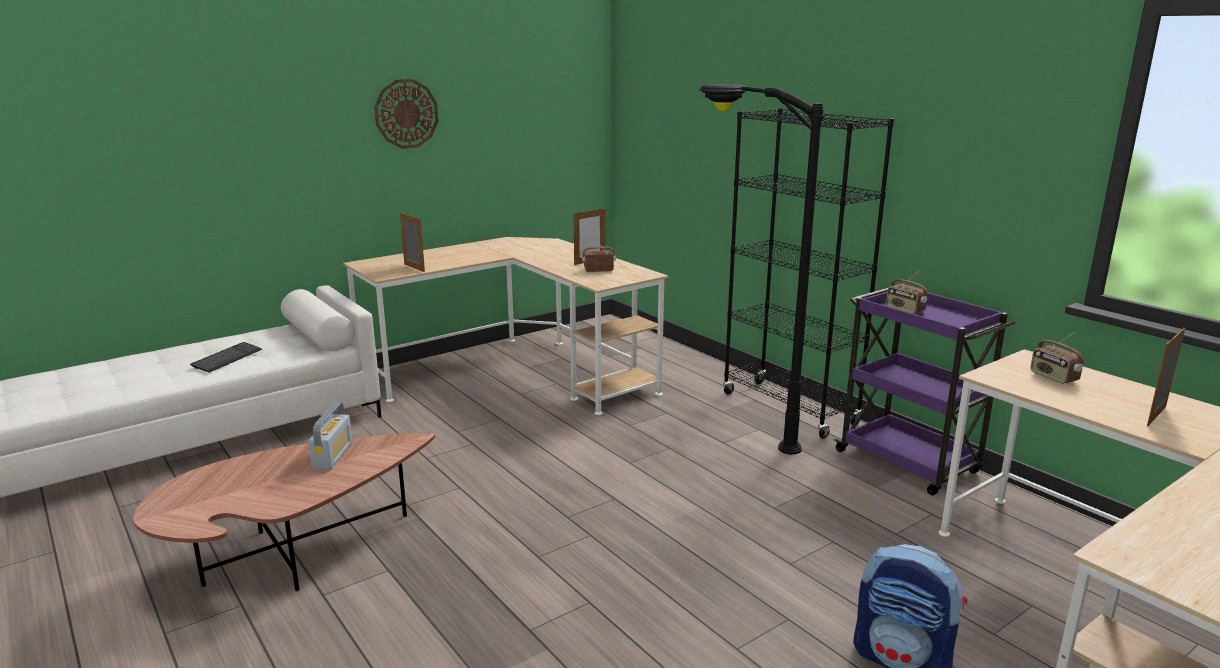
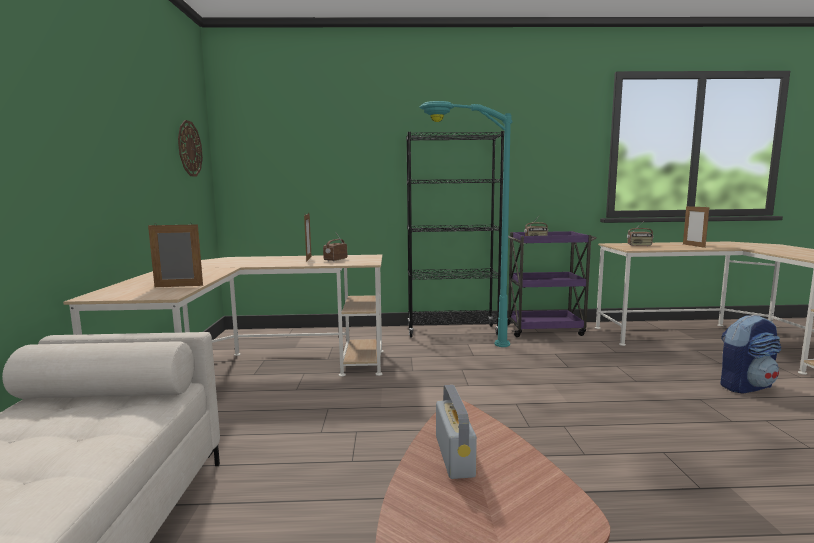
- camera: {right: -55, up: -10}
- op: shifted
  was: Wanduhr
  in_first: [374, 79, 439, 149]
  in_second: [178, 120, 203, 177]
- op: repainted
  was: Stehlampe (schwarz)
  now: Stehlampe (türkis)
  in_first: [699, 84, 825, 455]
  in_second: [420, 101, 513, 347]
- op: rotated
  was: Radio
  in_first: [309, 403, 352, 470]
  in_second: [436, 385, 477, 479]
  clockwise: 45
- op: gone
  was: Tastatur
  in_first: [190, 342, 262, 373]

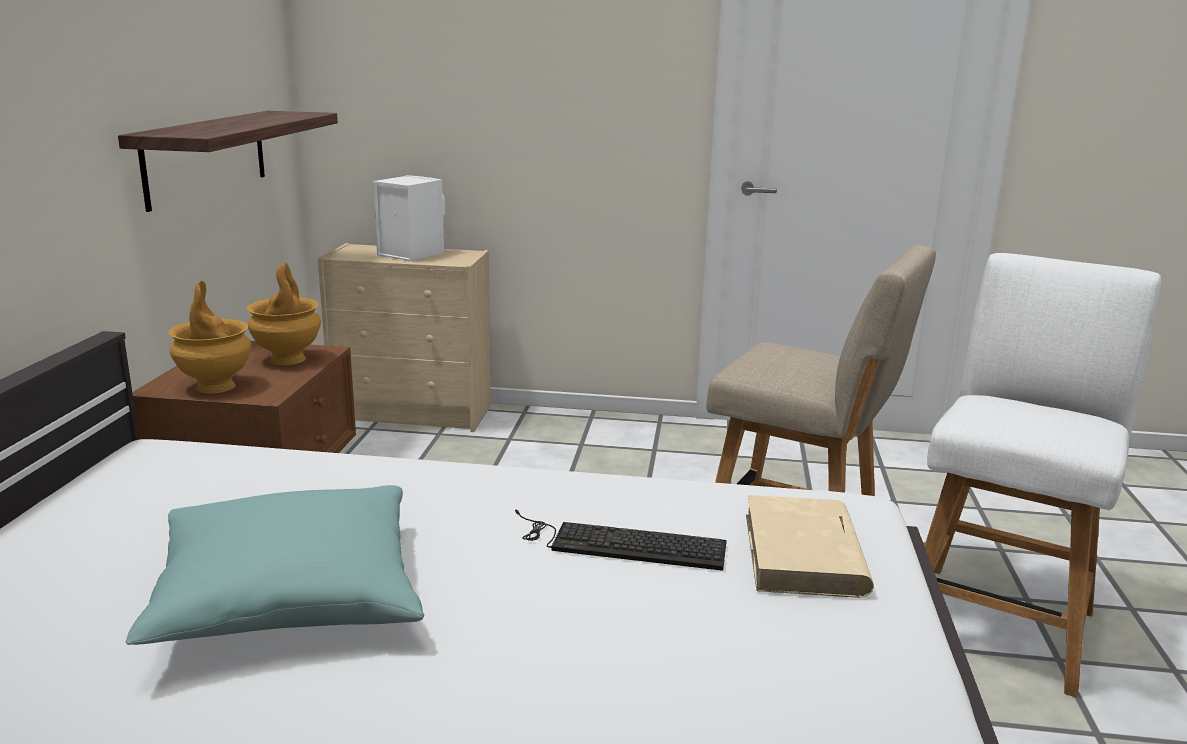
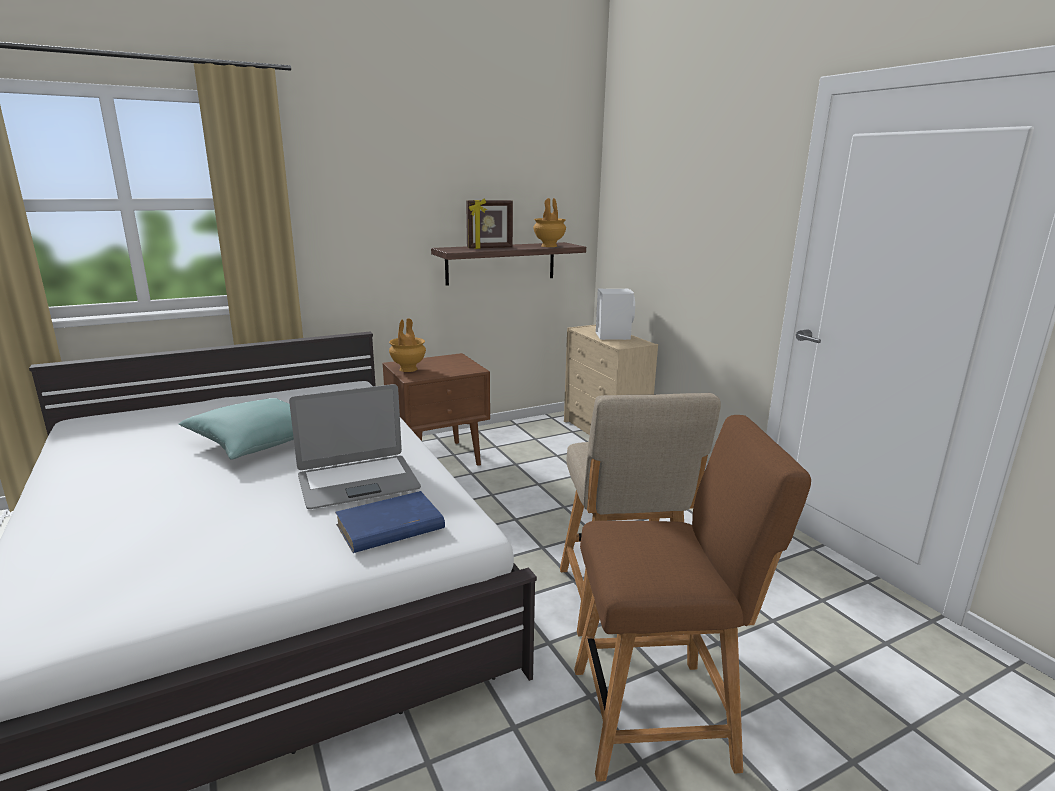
- camera: {right: 55, up: 0}
- op: swapped
  was: Tastatur
  now: Laptop
  in_first: [515, 509, 727, 571]
  in_second: [289, 384, 421, 509]
- op: repainted
  was: Buch (beige)
  now: Buch (blau)
  in_first: [746, 495, 874, 598]
  in_second: [335, 491, 445, 553]
- op: new
  now: Bilderrahmen
  in_second: [466, 199, 513, 249]
- op: shifted
  was: Vase (braun)
  in_first: [247, 262, 321, 365]
  in_second: [533, 198, 566, 247]
- op: repainted
  was: Stuhl (weiß)
  now: Stuhl (braun)
  in_first: [925, 253, 1161, 697]
  in_second: [574, 415, 811, 782]

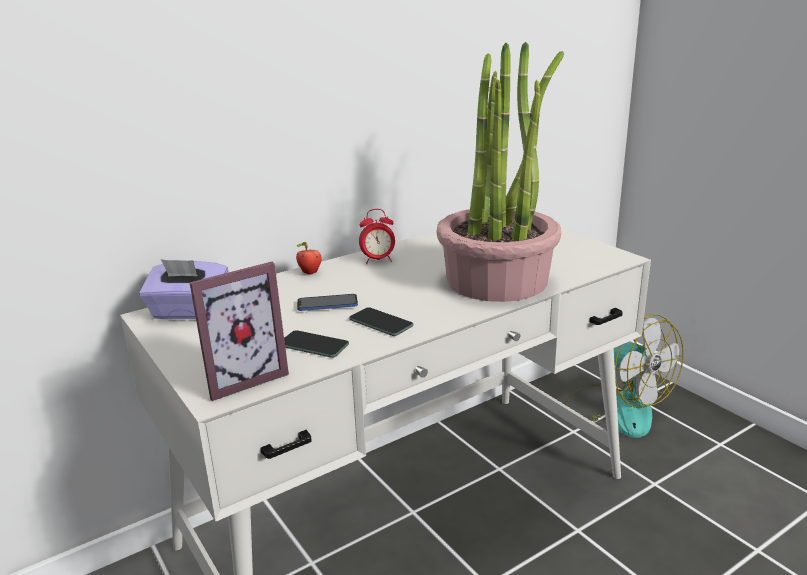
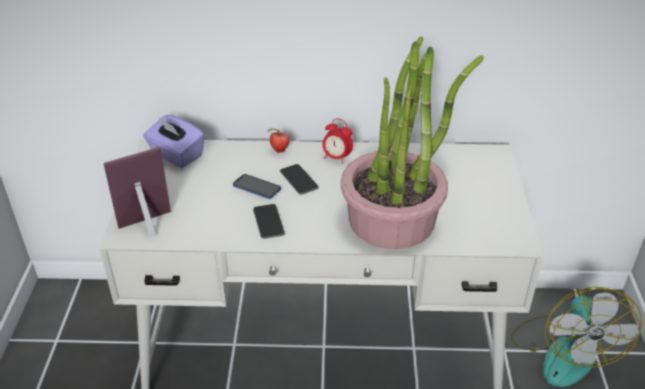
- camera: {right: 35, up: 15}
- op: rotated
  was: Bilderrahmen
  in_first: [190, 262, 289, 401]
  in_second: [103, 147, 171, 237]
  clockwise: 150
- op: shifted
  was: Handy
  in_first: [284, 330, 349, 358]
  in_second: [280, 164, 319, 195]

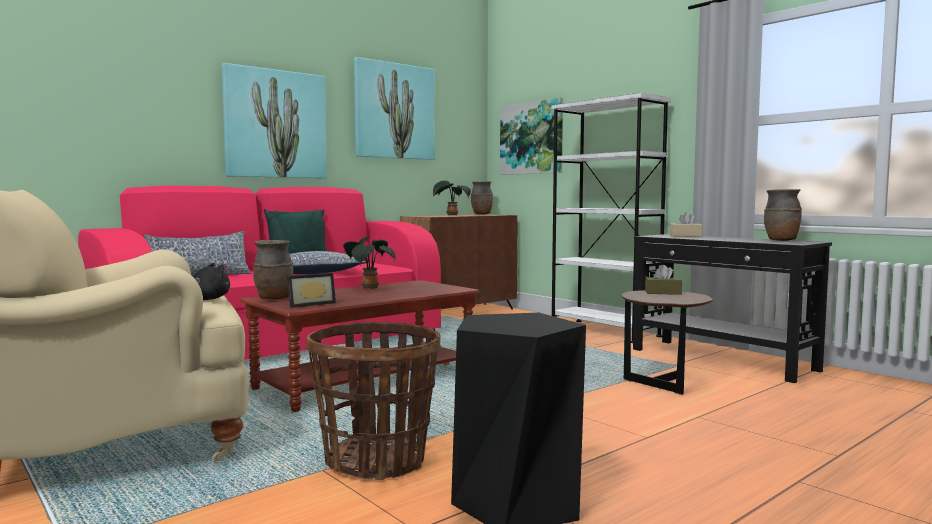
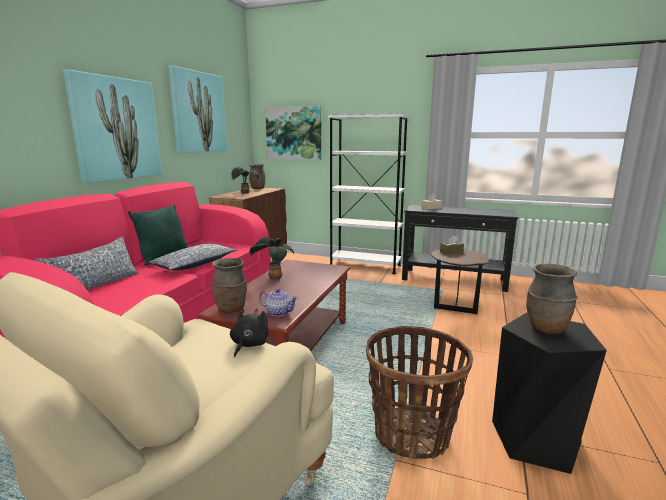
- camera: {right: -30, up: 10}
- op: swapped
  was: Bilderrahmen
  now: Teekanne
  in_first: [287, 273, 336, 308]
  in_second: [259, 289, 298, 316]
- op: shifted
  was: Vase (braun)
  in_first: [764, 189, 802, 241]
  in_second: [526, 263, 578, 334]

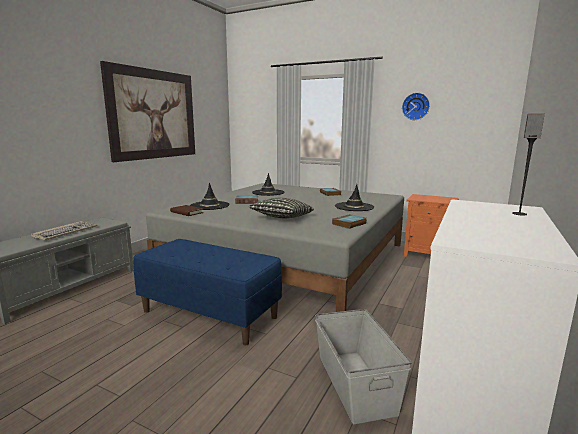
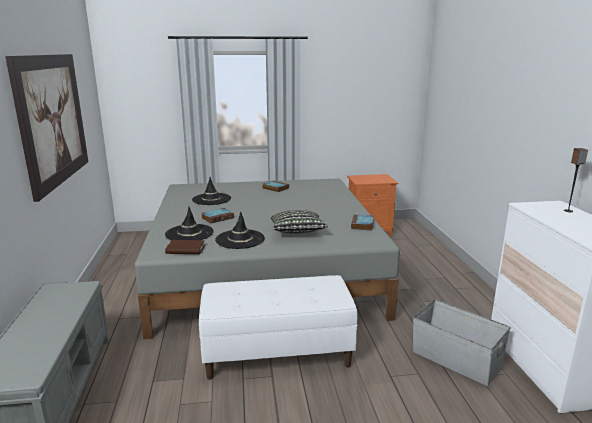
- camera: {right: -35, up: 5}
- op: repainted
  was: Bank (blau)
  now: Bank (weiß)
  in_first: [133, 239, 282, 345]
  in_second: [199, 275, 358, 380]
- op: shifted
  was: Hut (schwarz)
  in_first: [335, 184, 374, 211]
  in_second: [215, 211, 265, 249]
- op: gone
  was: Tastatur
  in_first: [31, 221, 98, 240]
- op: gone
  was: Wanduhr
  in_first: [402, 93, 430, 120]

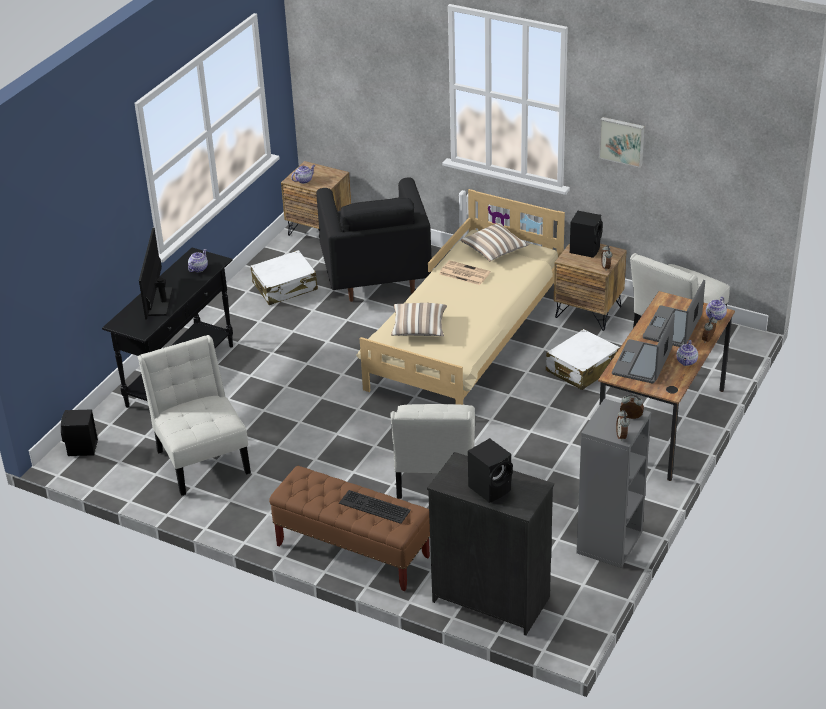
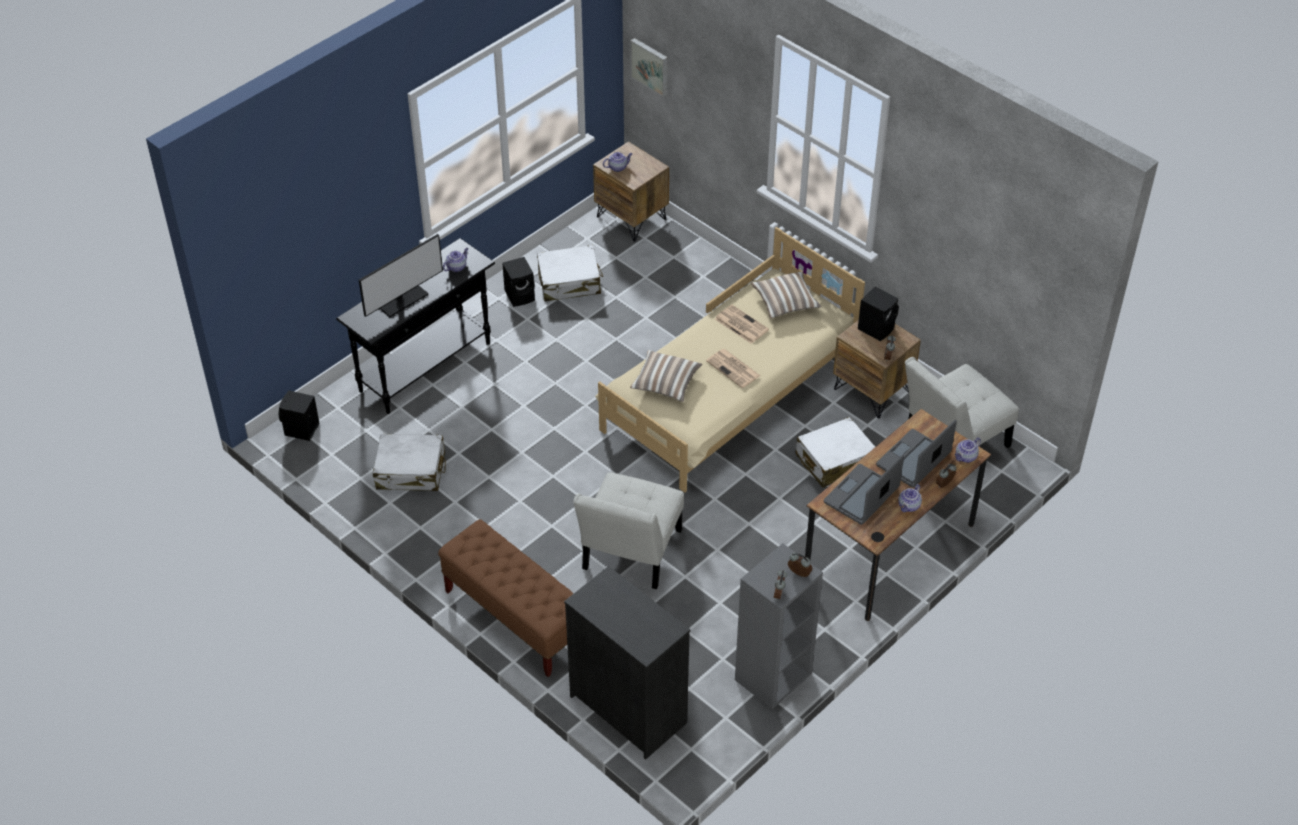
- camera: {right: 15, up: 10}
- op: rotated
  was: Monitor
  in_first: [139, 227, 173, 319]
  in_second: [359, 234, 443, 317]
  clockwise: -150
- op: swapped
  was: Stuhl (weiß)
  now: Koffer (weiß)
  in_first: [138, 335, 251, 496]
  in_second: [373, 434, 446, 491]
- op: shifted
  was: Lautsprecher (schwarz)
  in_first: [468, 438, 513, 503]
  in_second: [502, 257, 535, 307]
- op: shifted
  was: Bild
  in_first: [599, 117, 645, 168]
  in_second: [631, 38, 668, 97]
- op: new
  now: Zeitung
  in_second: [706, 349, 761, 388]
- op: gone
  was: Sessel (schwarz)
  in_first: [316, 177, 431, 302]
- op: gone
  was: Tastatur
  in_first: [339, 490, 411, 524]

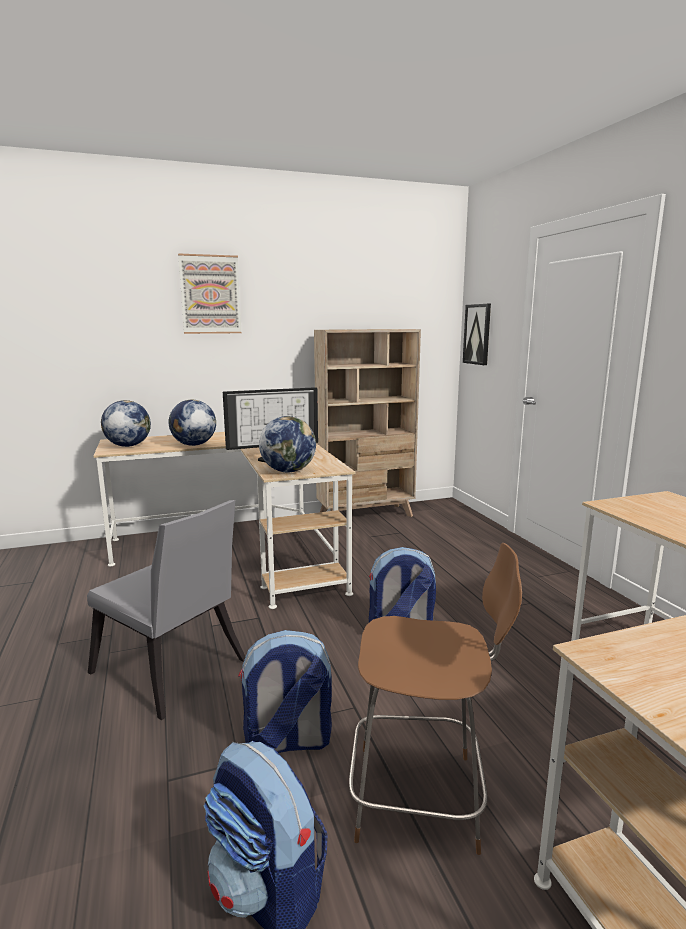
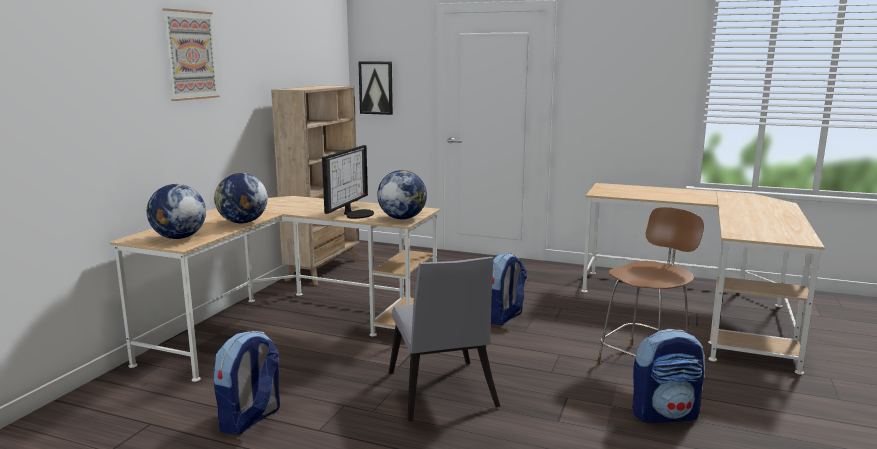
- camera: {right: -50, up: 0}
- op: shifted
  was: Rucksack
  in_first: [238, 630, 332, 753]
  in_second: [213, 331, 280, 434]
- op: rotated
  was: Stuhl (grau)
  in_first: [87, 500, 245, 720]
  in_second: [389, 257, 500, 421]
  clockwise: 90

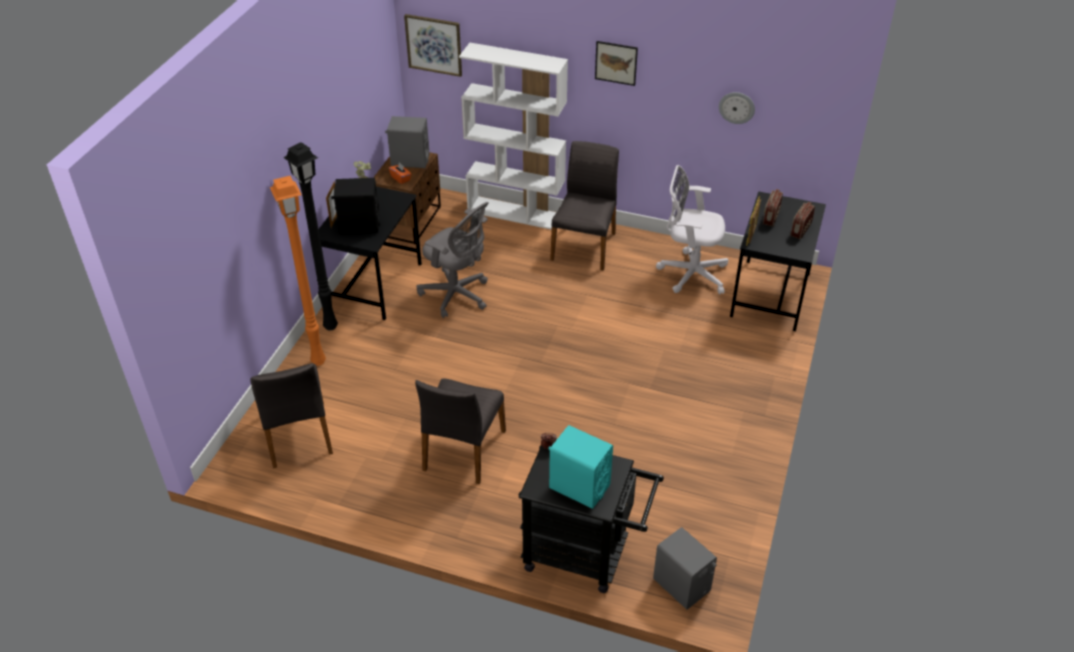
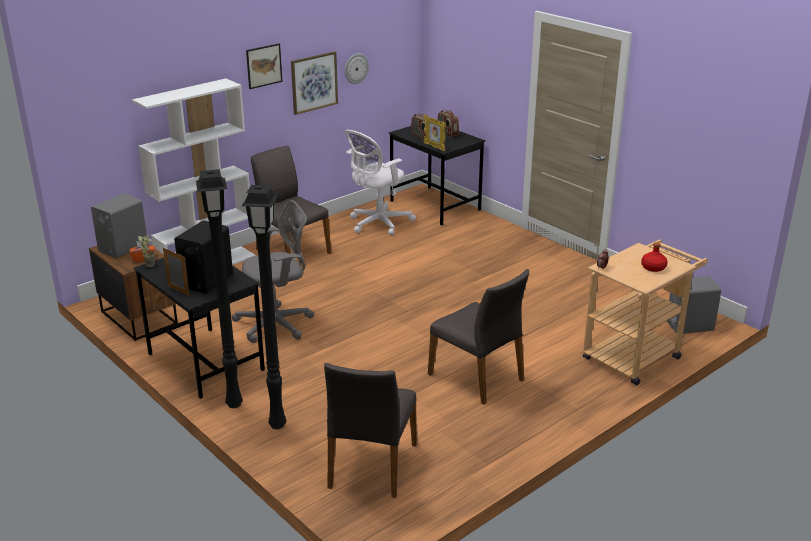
- camera: {right: -60, up: -15}
- op: repainted
  was: Stehlampe (orange)
  now: Stehlampe (schwarz)
  in_first: [270, 176, 326, 366]
  in_second: [242, 185, 286, 429]
- op: shifted
  was: Bild
  in_first: [404, 14, 462, 77]
  in_second: [291, 51, 338, 115]
- op: rotated
  was: Stuhl (grau)
  in_first: [250, 363, 333, 468]
  in_second: [324, 363, 417, 498]
  clockwise: 90
- op: repainted
  was: Rollwagen (schwarz)
  now: Rollwagen (beige)
  in_first: [519, 445, 664, 593]
  in_second: [583, 240, 708, 385]
- op: swapped
  was: Lautsprecher (türkis)
  now: Flasche (rot)
  in_first: [549, 425, 613, 509]
  in_second: [641, 242, 668, 272]

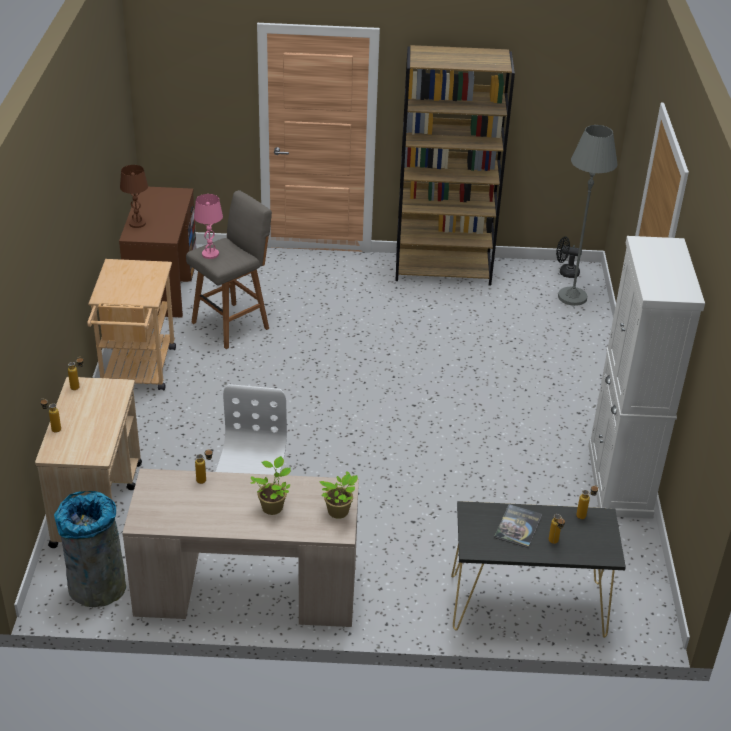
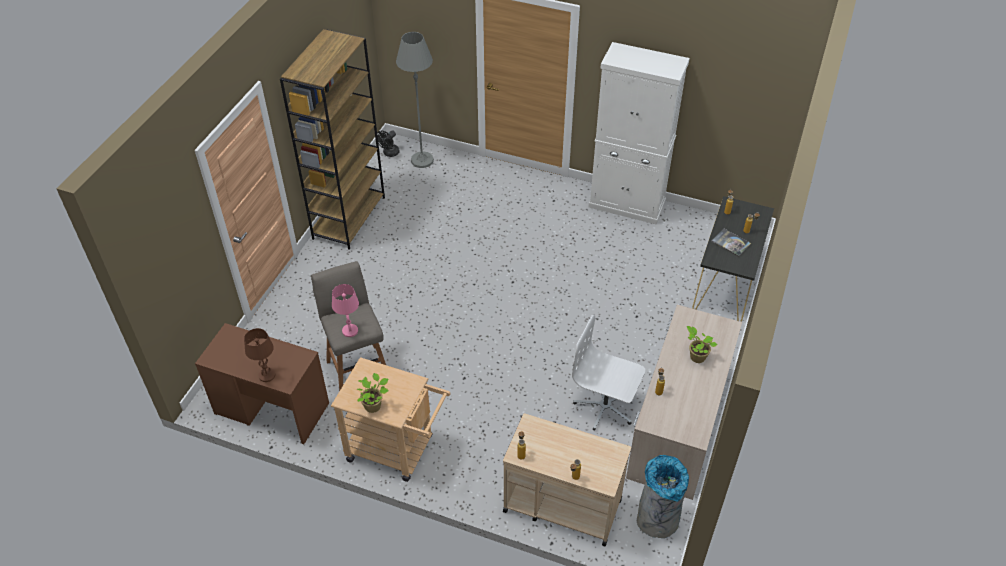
- camera: {right: -70, up: 10}
- op: shifted
  was: Topfpflanze
  in_first: [319, 471, 358, 519]
  in_second: [357, 373, 389, 413]

